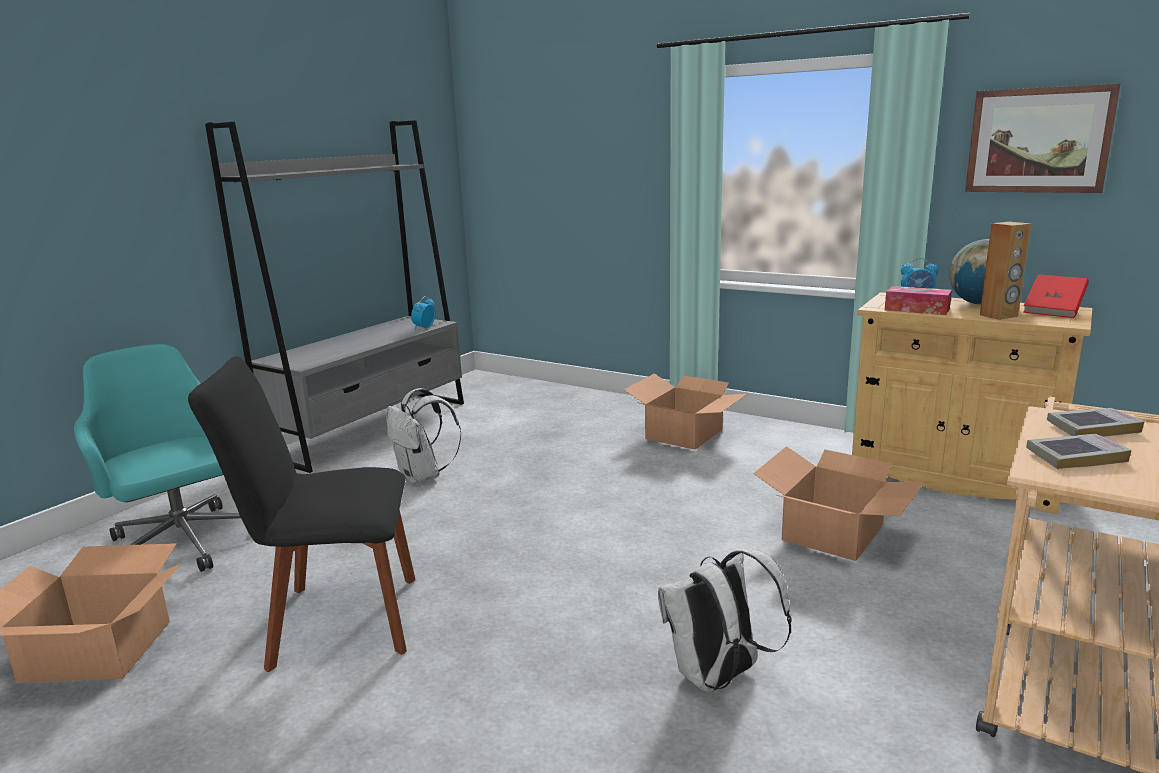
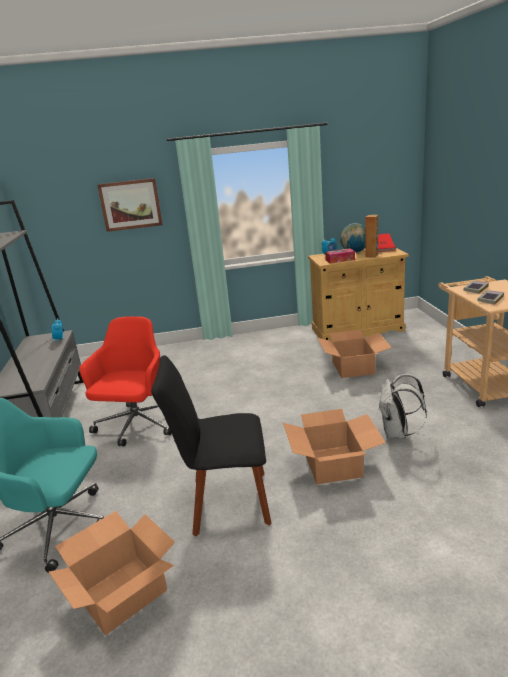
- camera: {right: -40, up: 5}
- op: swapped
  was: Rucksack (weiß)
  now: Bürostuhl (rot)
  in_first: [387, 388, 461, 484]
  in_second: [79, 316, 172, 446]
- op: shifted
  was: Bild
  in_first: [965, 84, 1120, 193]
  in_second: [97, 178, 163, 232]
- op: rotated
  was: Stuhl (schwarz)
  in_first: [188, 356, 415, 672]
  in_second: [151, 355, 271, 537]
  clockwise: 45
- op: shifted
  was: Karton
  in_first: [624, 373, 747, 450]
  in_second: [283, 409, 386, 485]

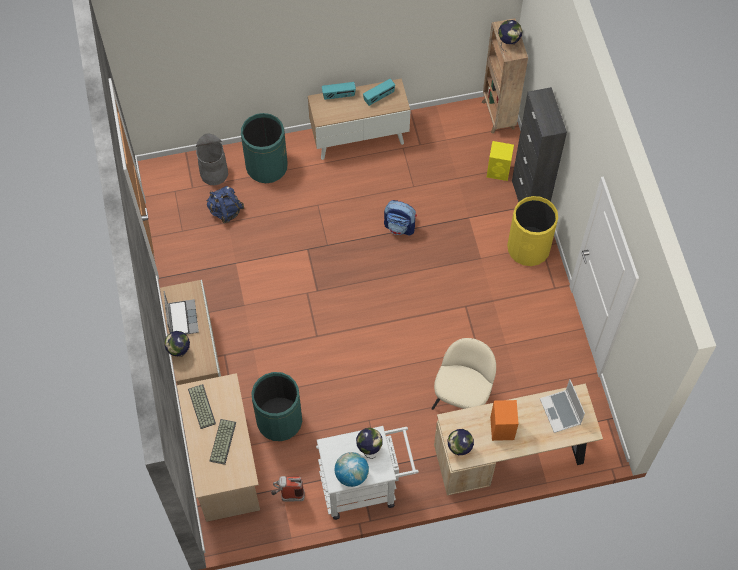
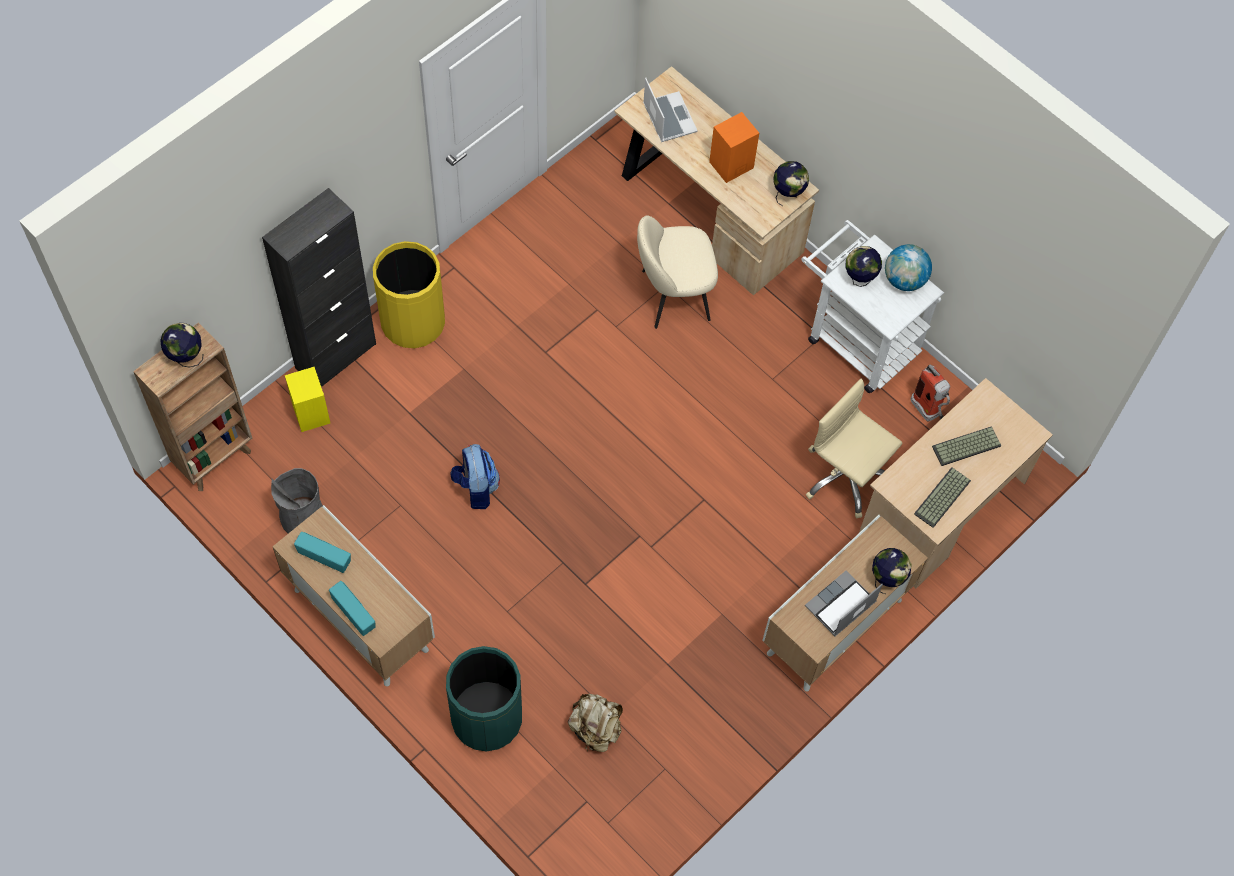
- camera: {right: -125, up: 0}
- op: shifted
  was: Mülleimer (grau)
  in_first: [196, 133, 228, 186]
  in_second: [271, 468, 323, 533]
- op: repainted
  was: Rucksack (blau)
  now: Rucksack (beige)
  in_first: [207, 186, 245, 223]
  in_second: [568, 694, 623, 752]
- op: rotated
  was: Laptop
  in_first: [540, 379, 585, 433]
  in_second: [643, 78, 698, 142]
  clockwise: -60
- op: swapped
  was: Mülleimer (grün)
  now: Bürostuhl (beige)
  in_first: [251, 372, 302, 441]
  in_second: [806, 379, 902, 518]

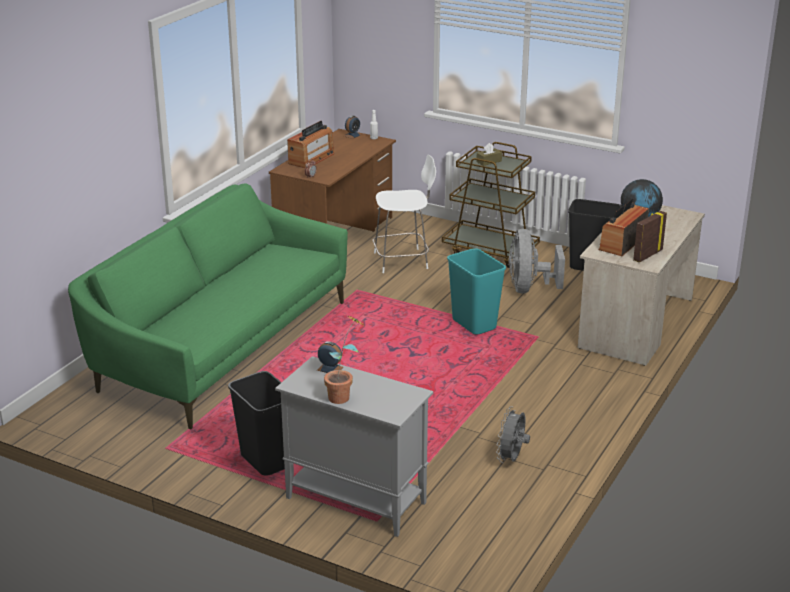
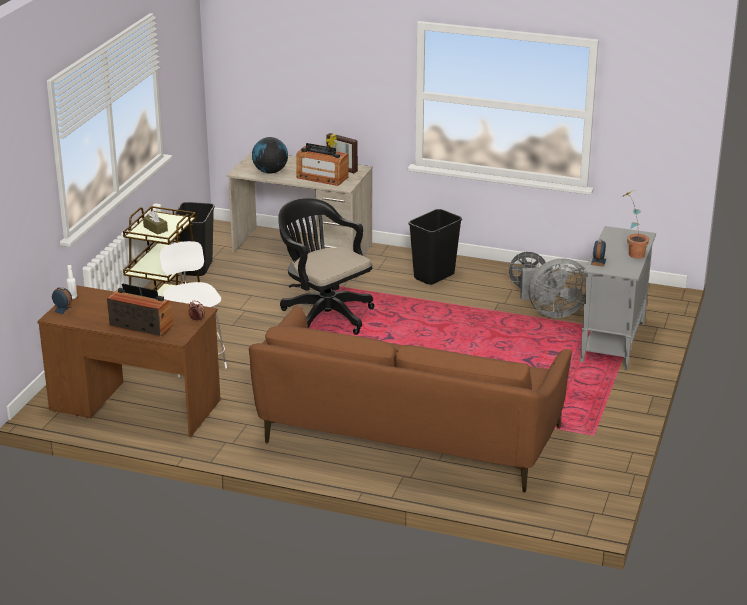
- camera: {right: -100, up: 0}
- op: repainted
  was: Sofa (grün)
  now: Sofa (braun)
  in_first: [68, 183, 348, 429]
  in_second: [249, 306, 572, 492]
- op: swapped
  was: Mülleimer (türkis)
  now: Bürostuhl (schwarz)
  in_first: [447, 248, 506, 334]
  in_second: [278, 198, 374, 335]
- op: shifted
  was: Mülleimer (schwarz)
  in_first: [228, 371, 285, 476]
  in_second: [408, 209, 462, 285]
- op: shifted
  was: Ventilator (grau)
  in_first: [509, 229, 565, 293]
  in_second: [520, 258, 587, 318]

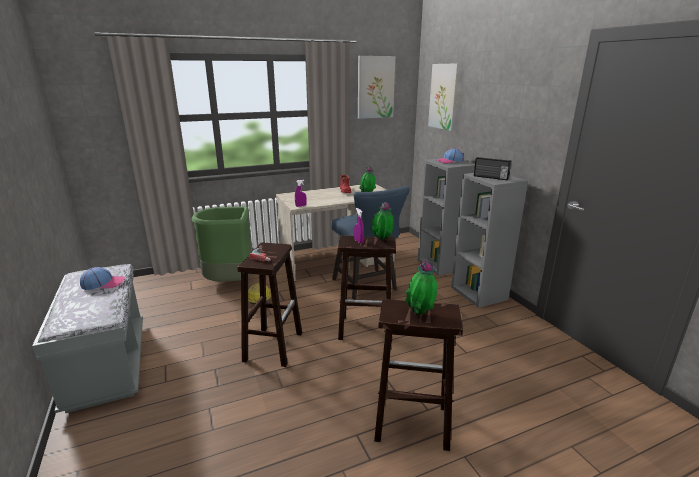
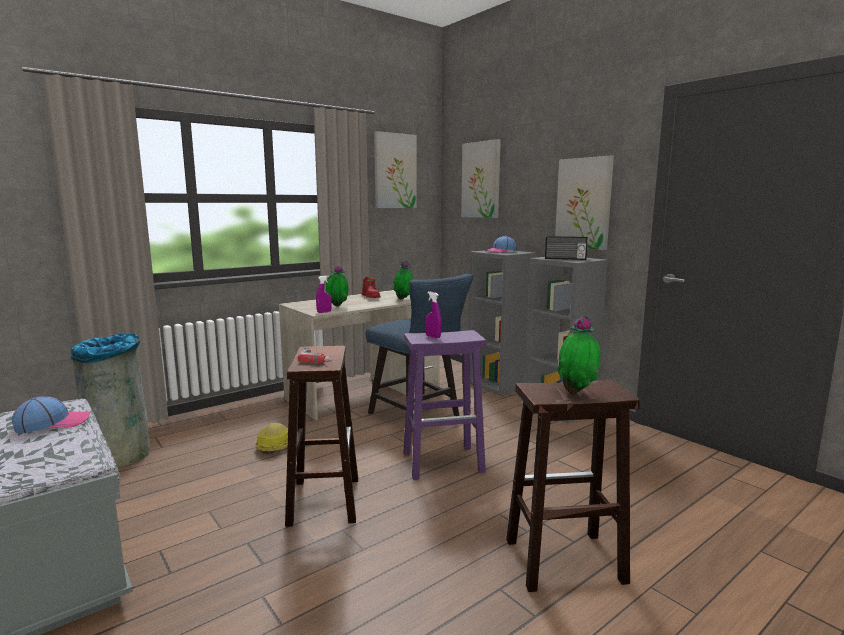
- camera: {right: -15, up: -10}
- op: new
  now: Mülleimer (grau)
  in_second: [71, 333, 151, 468]
- op: shifted
  was: Topfpflanze
  in_first: [371, 202, 394, 241]
  in_second: [326, 264, 348, 306]
- op: repainted
  was: Hocker (braun)
  now: Hocker (lila)
  in_first: [338, 235, 396, 342]
  in_second: [403, 330, 486, 480]
- op: new
  now: Bild
  in_second: [555, 156, 614, 250]
- op: gone
  was: Mülleimer (grün)
  in_first: [192, 206, 252, 282]

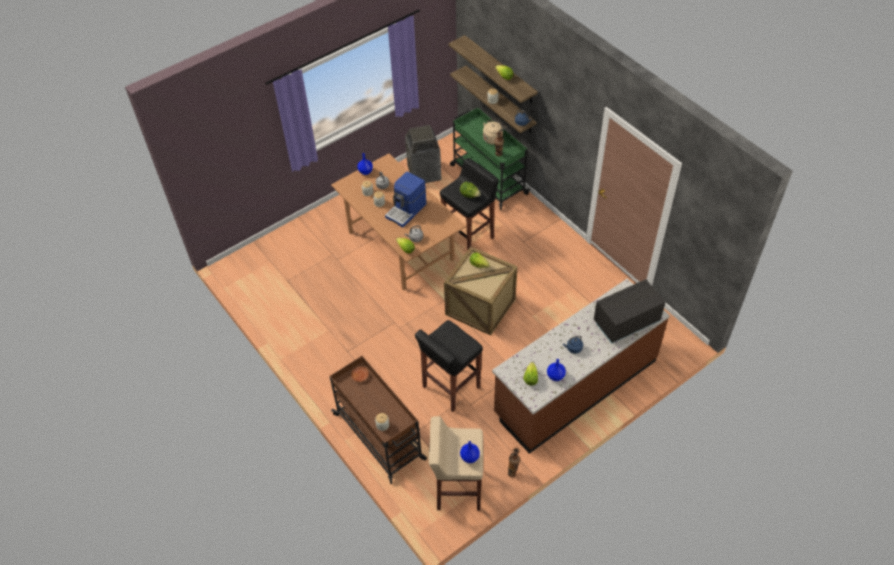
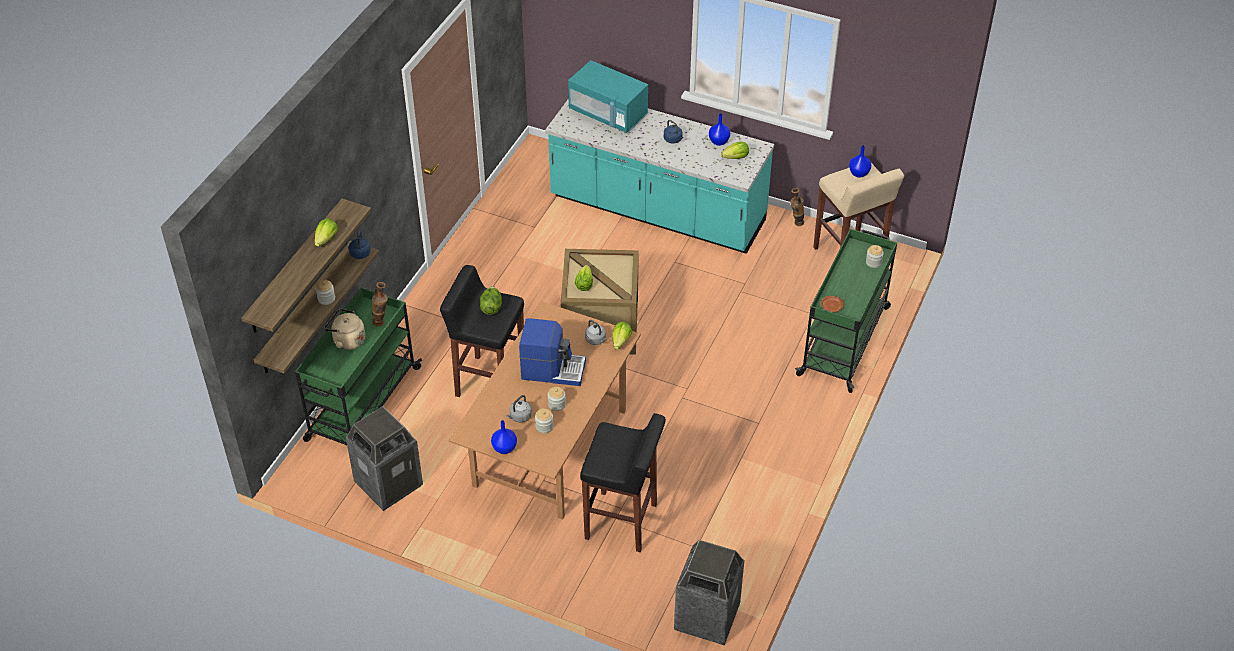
- camera: {right: -120, up: -5}
- op: repainted
  was: Küchenzeile (braun)
  now: Küchenzeile (türkis)
  in_first: [492, 279, 670, 454]
  in_second: [545, 98, 774, 254]
- op: repainted
  was: Mikrowelle (schwarz)
  now: Mikrowelle (türkis)
  in_first: [594, 279, 665, 343]
  in_second: [568, 60, 648, 133]
- op: shifted
  was: Hocker (schwarz)
  in_first: [415, 320, 483, 412]
  in_second: [580, 413, 666, 552]
- op: new
  now: Mülleimer
  in_second: [674, 540, 744, 645]
- op: repainted
  was: Rollwagen (braun)
  now: Rollwagen (grün)
  in_first: [329, 356, 427, 484]
  in_second: [795, 229, 897, 393]

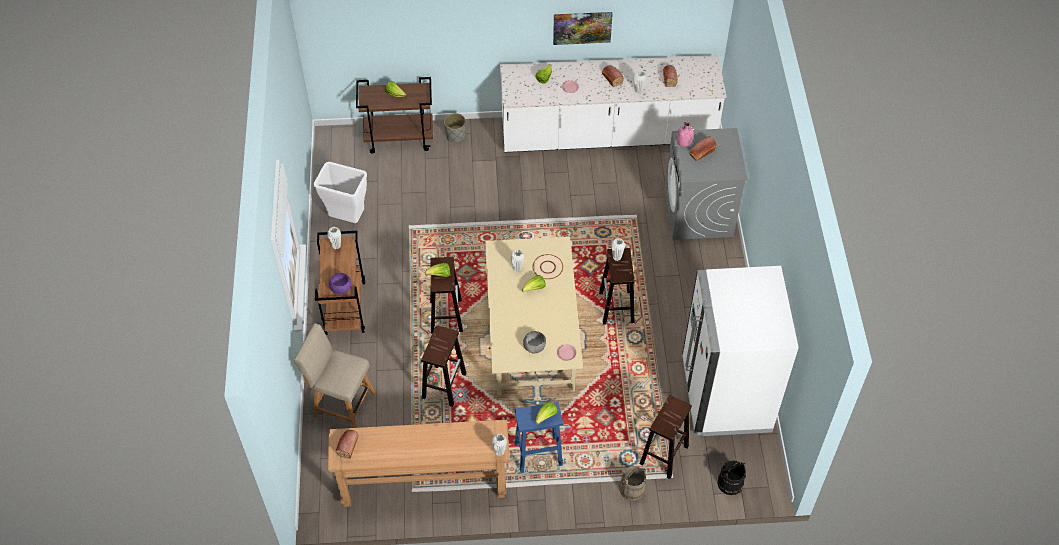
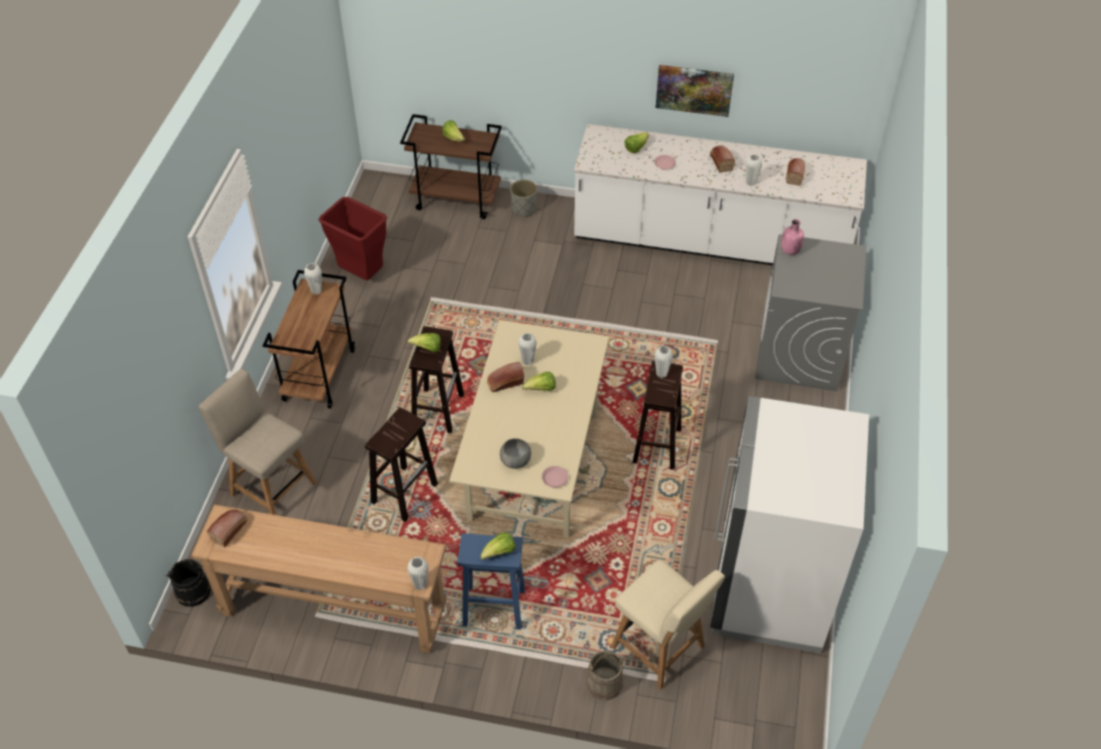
- camera: {right: 15, up: -5}
- op: shifted
  was: Eimer (schwarz)
  in_first: [717, 460, 746, 495]
  in_second: [166, 559, 211, 607]
- op: repainted
  was: Mülleimer (weiß)
  now: Mülleimer (rot)
  in_first: [314, 162, 367, 223]
  in_second: [319, 197, 387, 280]
- op: shifted
  was: Brot
  in_first: [690, 136, 717, 161]
  in_second: [487, 362, 524, 392]
- op: swapped
  was: Hocker (braun)
  now: Stuhl (beige)
  in_first: [640, 395, 692, 479]
  in_second: [611, 560, 725, 690]
- op: gone
  was: Schüssel (lila)
  in_first: [329, 273, 352, 294]
- op: gone
  was: Teller (beige)
  in_first: [533, 254, 563, 279]

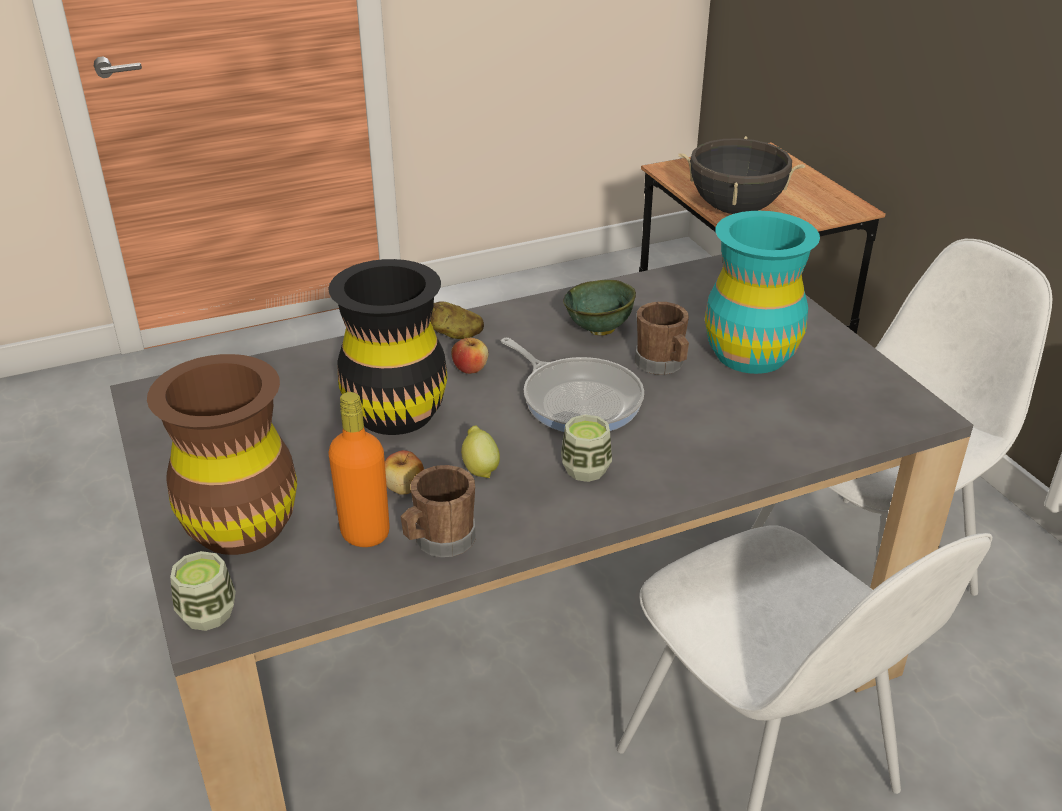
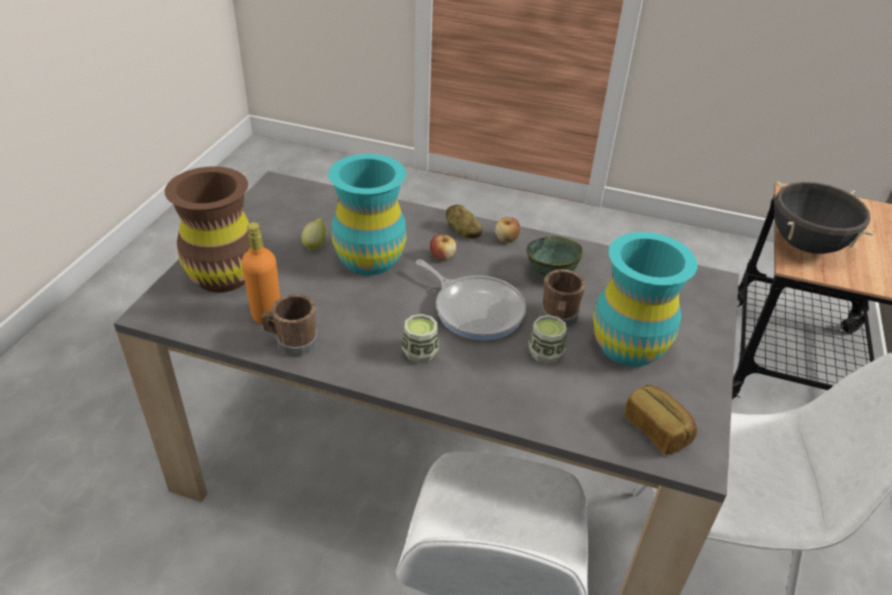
- camera: {right: 40, up: 5}
- op: shifted
  was: Zitrone
  in_first: [461, 425, 500, 478]
  in_second: [302, 218, 326, 251]
- op: repainted
  was: Vase (schwarz)
  now: Vase (türkis)
  in_first: [328, 259, 447, 435]
  in_second: [328, 154, 407, 275]
- op: rotated
  was: Pfanne
  in_first: [501, 338, 644, 432]
  in_second: [416, 259, 526, 340]
  clockwise: -45
- op: shifted
  was: Apfel
  in_first: [385, 450, 424, 495]
  in_second: [495, 217, 520, 243]
- op: shifted
  was: Tasse
  in_first: [170, 551, 236, 631]
  in_second: [528, 315, 567, 364]
- op: new
  now: Brot
  in_second: [624, 385, 697, 455]

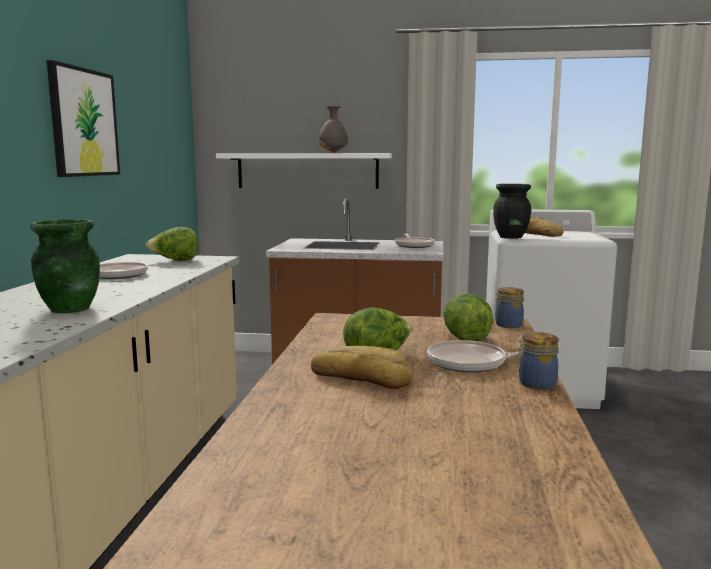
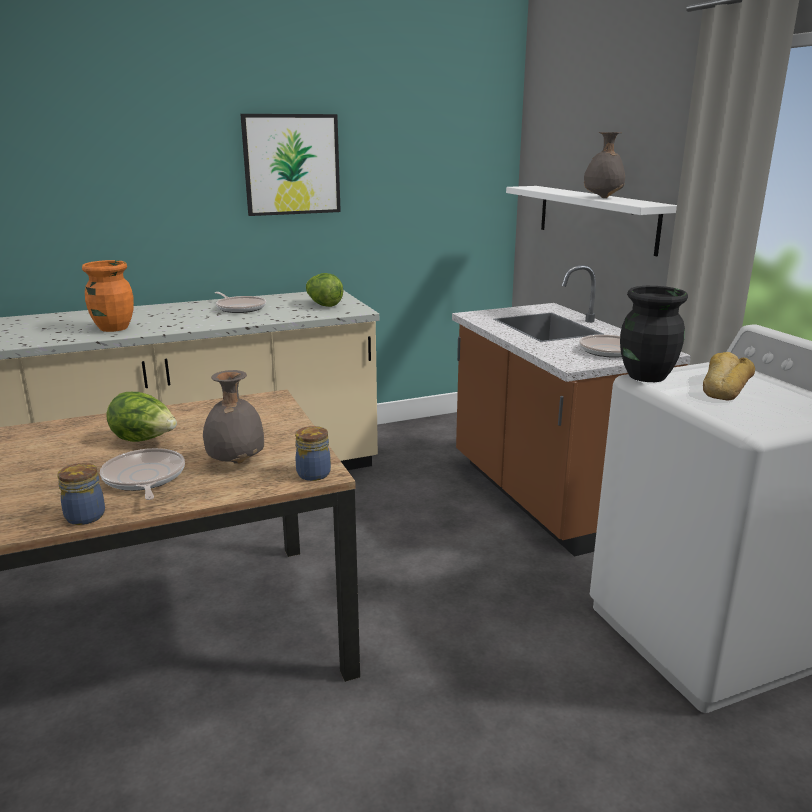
- camera: {right: 60, up: 10}
- op: repainted
  was: Vase (grün)
  now: Vase (orange)
  in_first: [30, 219, 100, 313]
  in_second: [82, 260, 134, 332]
- op: swapped
  was: Salatkopf
  now: Vase (grau)
  in_first: [443, 294, 493, 341]
  in_second: [203, 370, 264, 464]
- op: gone
  was: Brot
  in_first: [311, 346, 412, 389]

